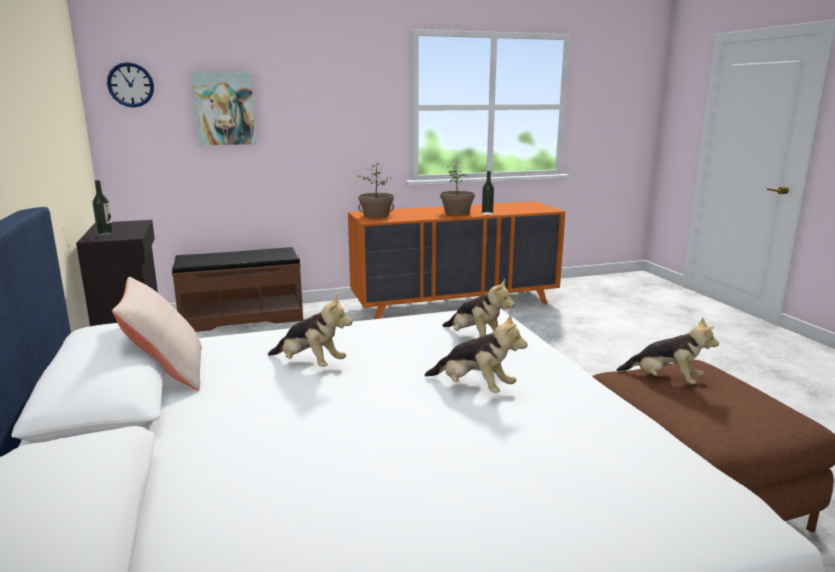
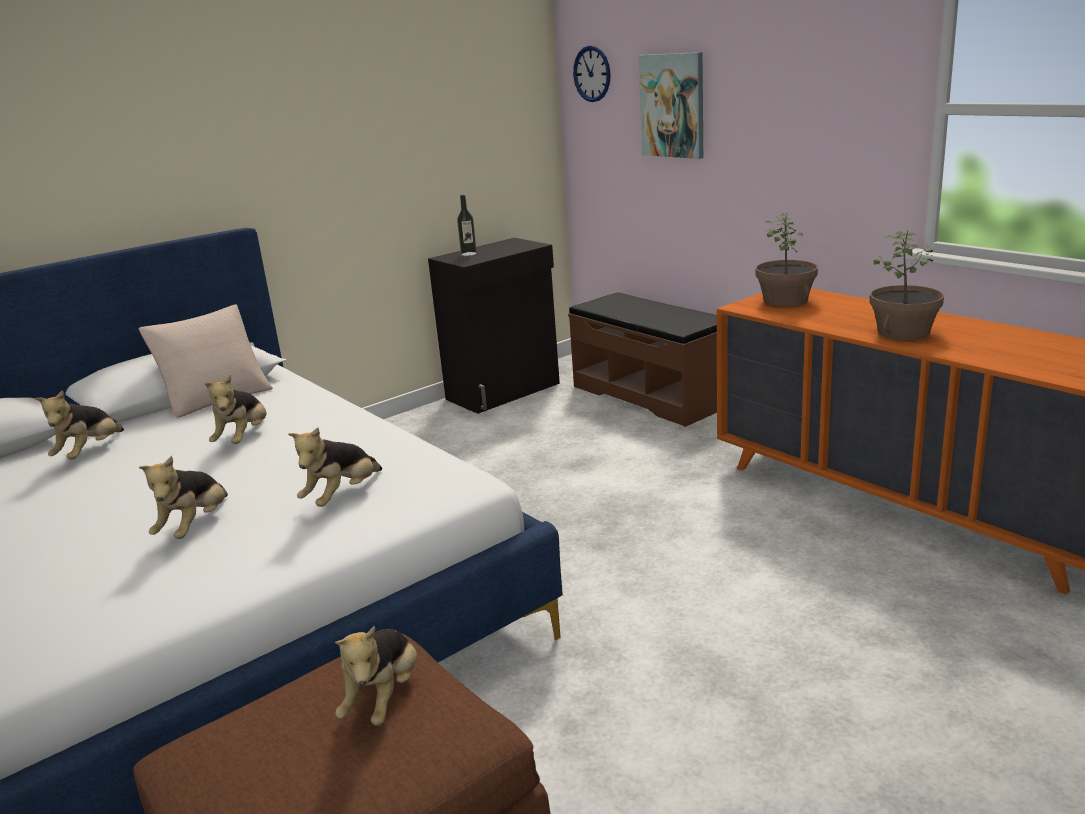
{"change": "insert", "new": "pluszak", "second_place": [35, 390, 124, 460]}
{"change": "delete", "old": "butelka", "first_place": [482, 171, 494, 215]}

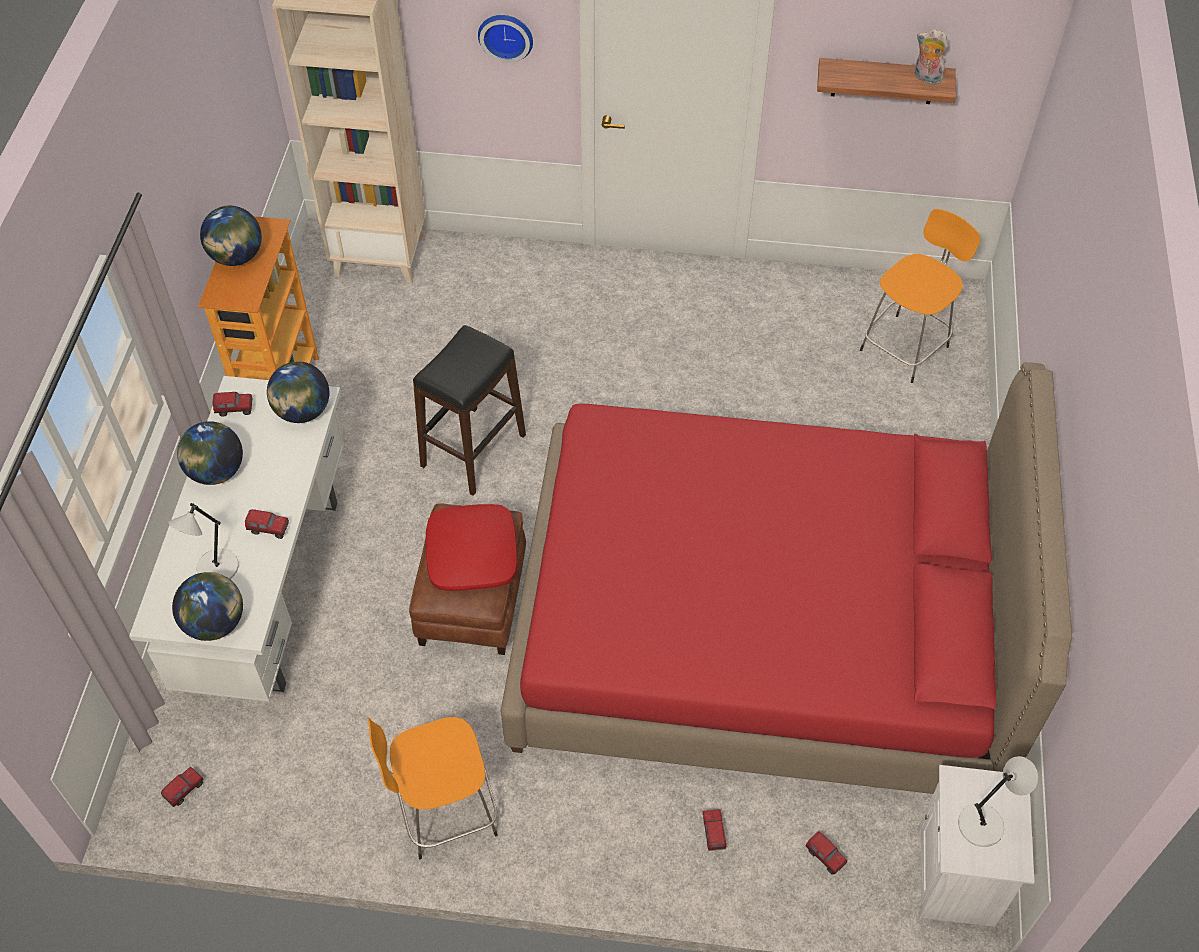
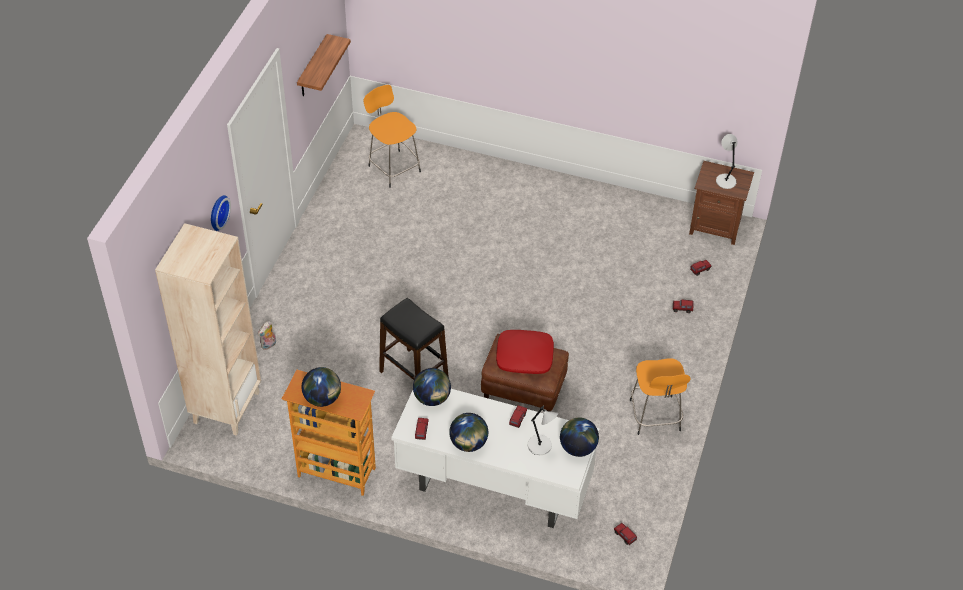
{"change": "move", "old": "pluszak", "first_place": [915, 29, 948, 85], "second_place": [258, 321, 276, 350]}
{"change": "recolor", "old": "szafka nocna [biały]", "new": "szafka nocna [brązowy]", "first_place": [918, 765, 1035, 927], "second_place": [689, 161, 754, 245]}
{"change": "delete", "old": "łóżko [czerwony]", "first_place": [501, 362, 1072, 794]}

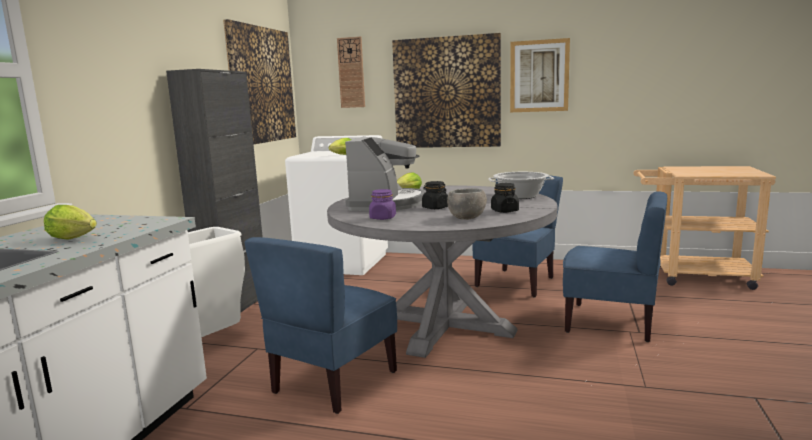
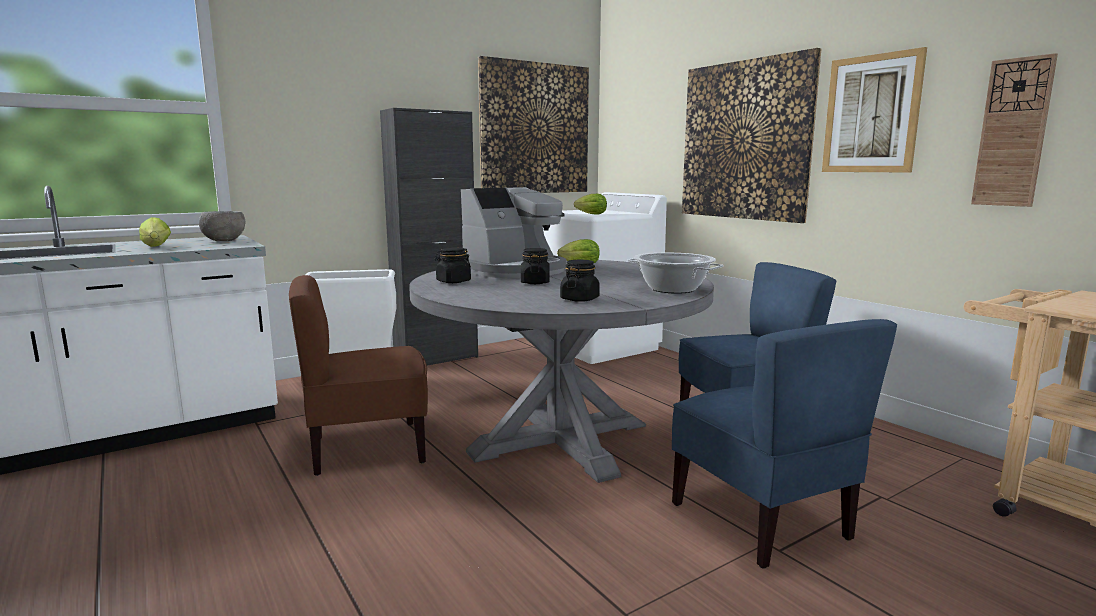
{"change": "move", "old": "miska [szary]", "first_place": [447, 188, 487, 220], "second_place": [199, 211, 245, 241]}
{"change": "recolor", "old": "krzesło [niebieski]", "new": "krzesło [brązowy]", "first_place": [244, 237, 397, 414], "second_place": [289, 275, 428, 476]}
{"change": "recolor", "old": "słoik [fioletowy]", "new": "słoik [czarny]", "first_place": [369, 189, 396, 220], "second_place": [435, 247, 471, 283]}
{"change": "move", "old": "zegar ścienny", "first_place": [337, 37, 365, 108], "second_place": [971, 53, 1058, 207]}

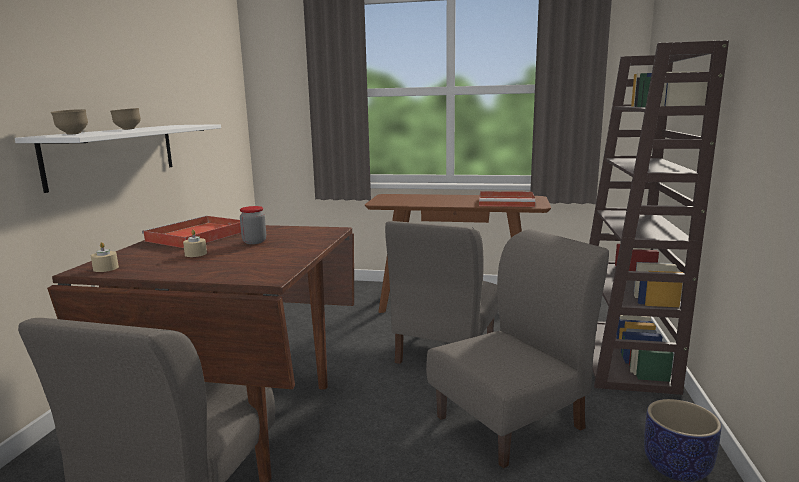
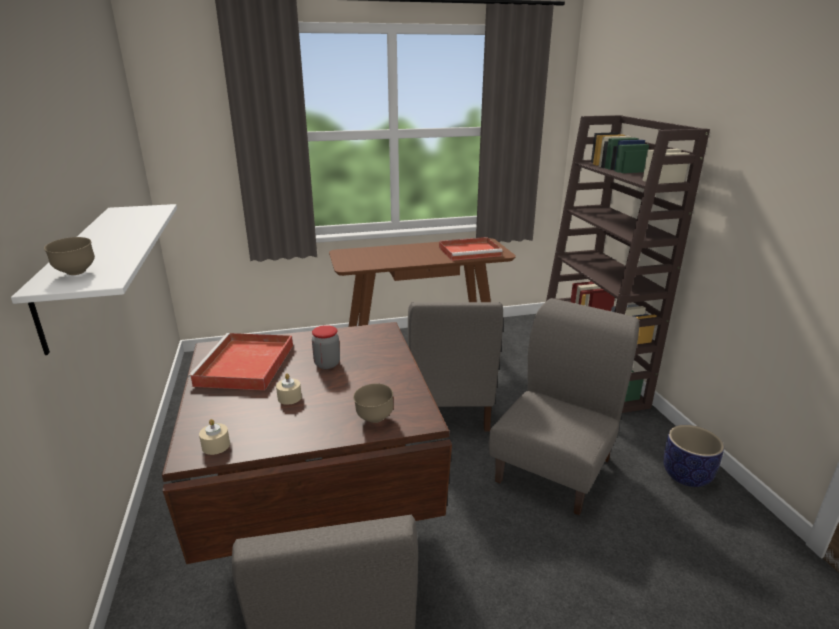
{"change": "move", "old": "miska [brązowy]", "first_place": [110, 108, 141, 130], "second_place": [353, 383, 394, 423]}

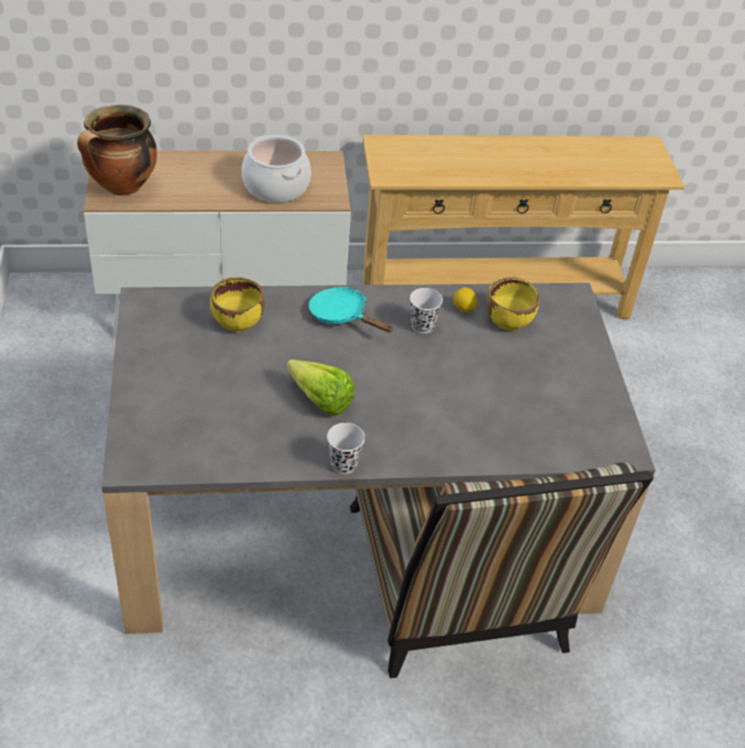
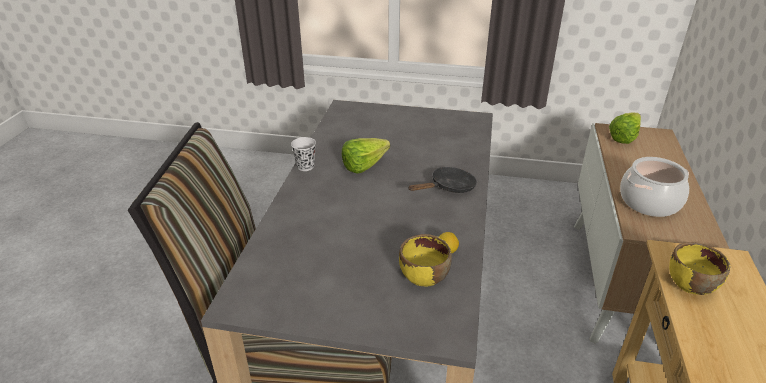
{"change": "recolor", "old": "patelnia [turkusowy]", "new": "patelnia [czarny]", "first_place": [309, 287, 394, 333], "second_place": [408, 167, 477, 193]}
{"change": "replace", "old": "garnek", "new": "sałata", "first_place": [77, 105, 157, 196], "second_place": [609, 112, 641, 144]}
{"change": "move", "old": "miska [żółty]", "first_place": [210, 277, 265, 332], "second_place": [669, 242, 730, 295]}
{"change": "delete", "old": "filiżanka [biały]", "first_place": [410, 288, 443, 334]}

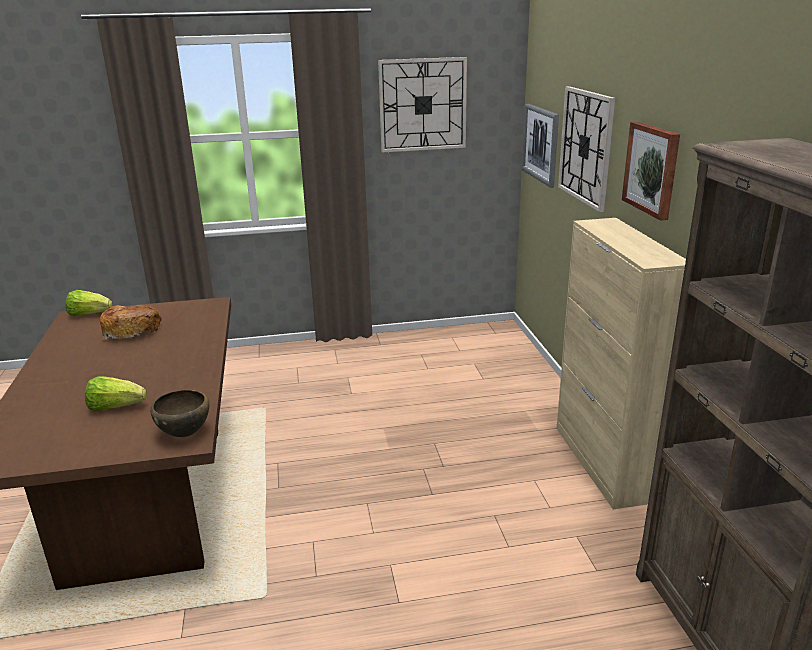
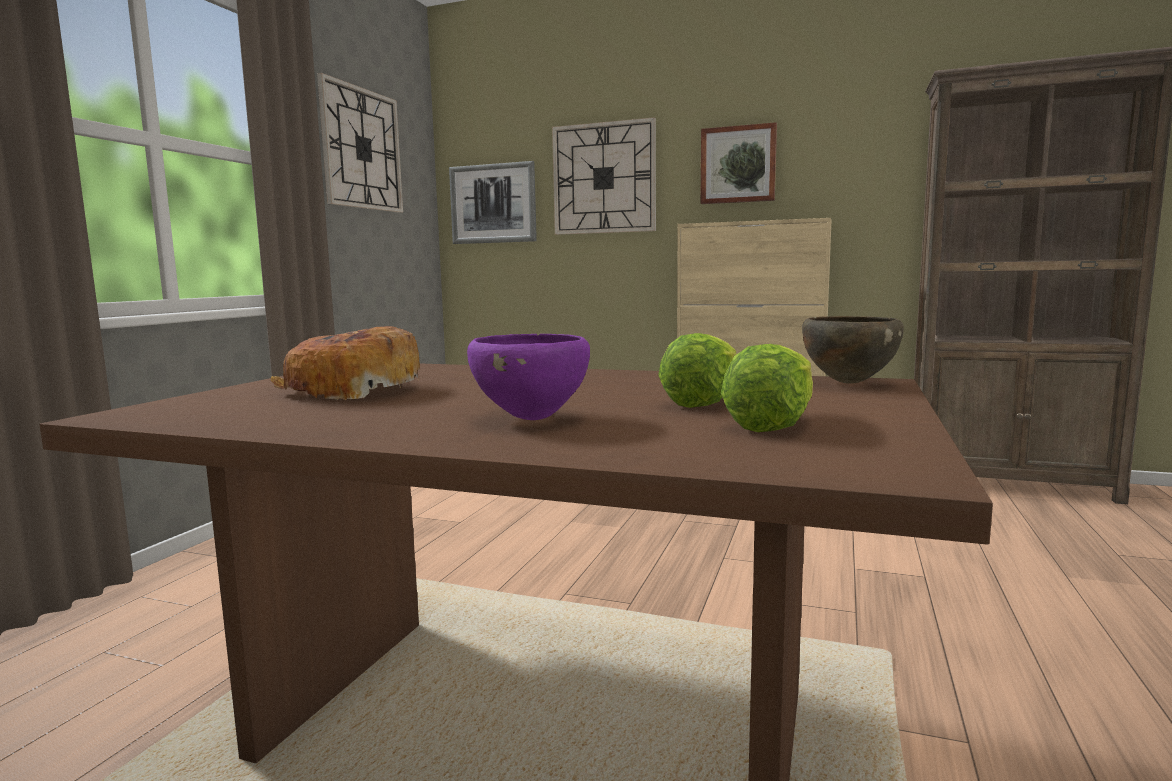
{"change": "insert", "new": "miska [fioletowy]", "second_place": [467, 334, 590, 420]}
{"change": "move", "old": "sałata", "first_place": [65, 290, 112, 316], "second_place": [721, 344, 813, 432]}

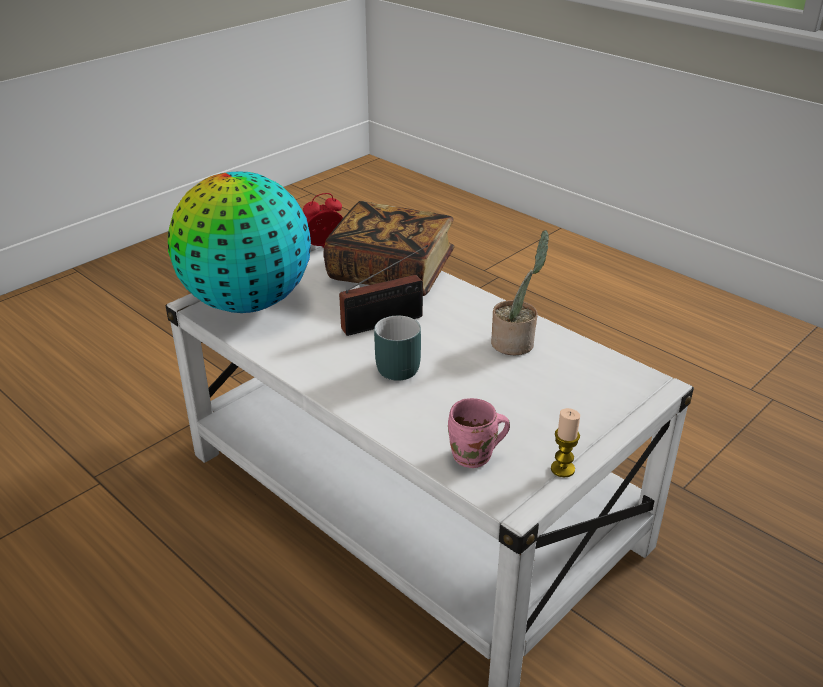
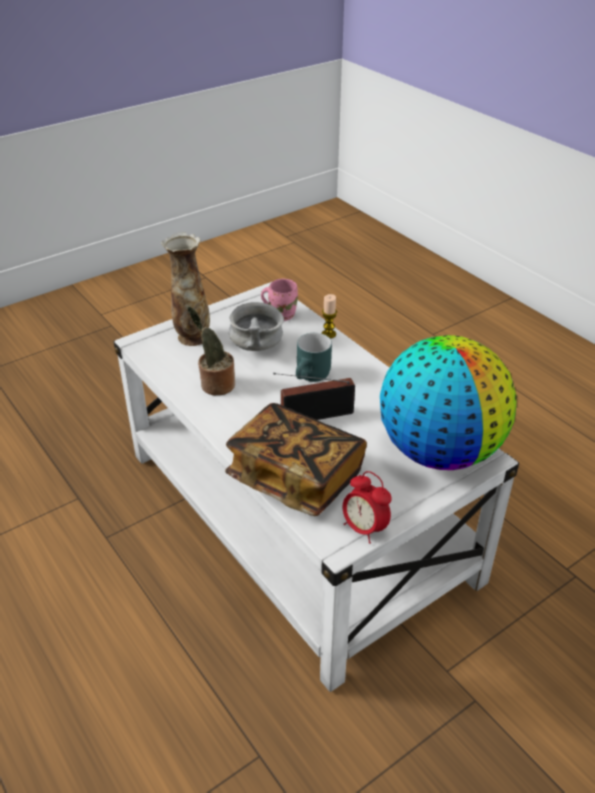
{"change": "insert", "new": "wazon", "second_place": [161, 232, 210, 346]}
{"change": "insert", "new": "miska [szary]", "second_place": [229, 302, 284, 351]}
{"change": "move", "old": "świeca", "first_place": [551, 408, 580, 478], "second_place": [322, 294, 337, 339]}
{"change": "rotate", "old": "budzik", "first_place": [303, 193, 343, 248], "second_place": [343, 471, 392, 544], "degrees": 60}

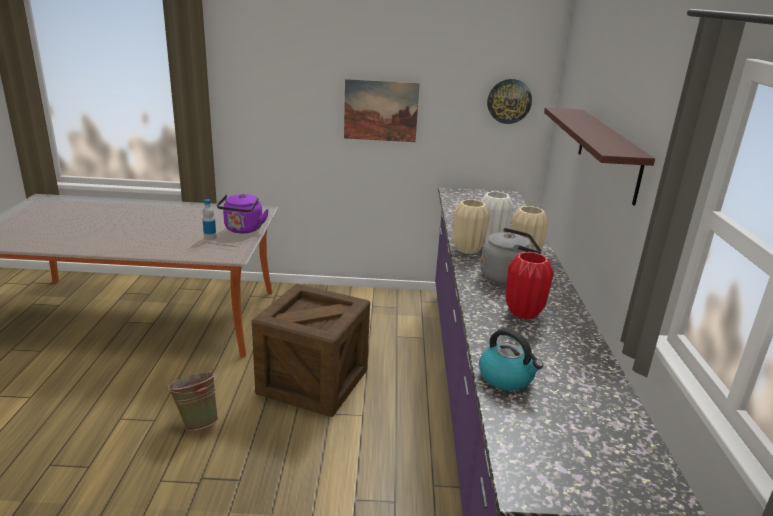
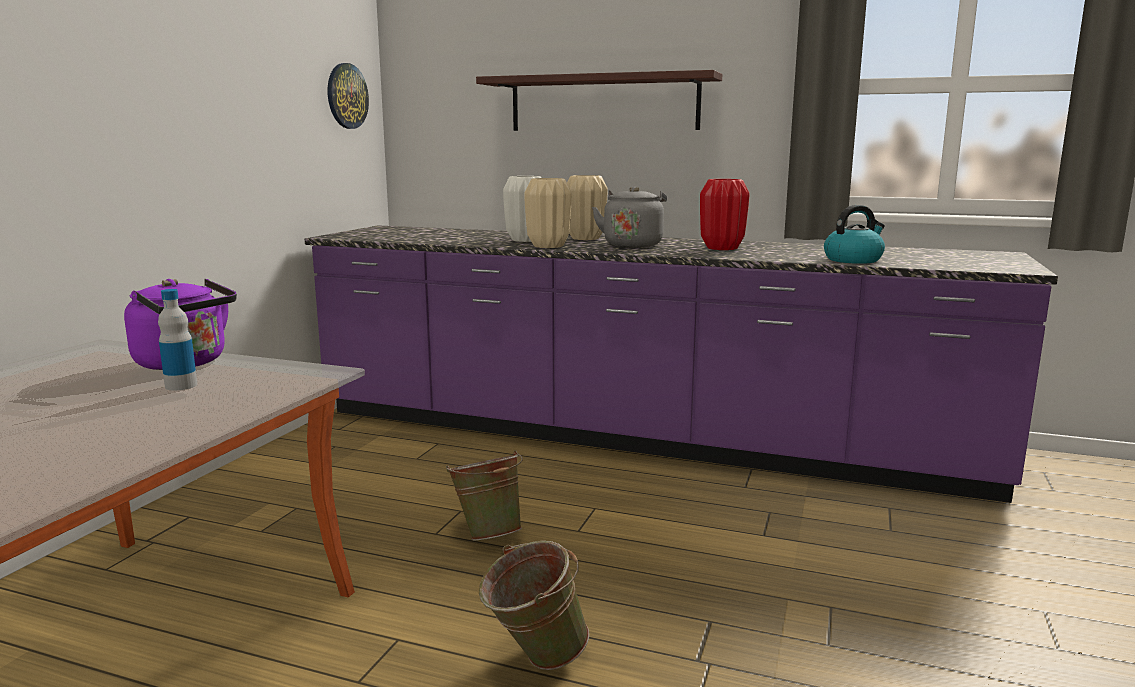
{"change": "replace", "old": "skrzynka", "new": "wiadro [zielony]", "first_place": [252, 284, 370, 417], "second_place": [446, 450, 523, 540]}
{"change": "delete", "old": "obraz", "first_place": [344, 79, 420, 142]}

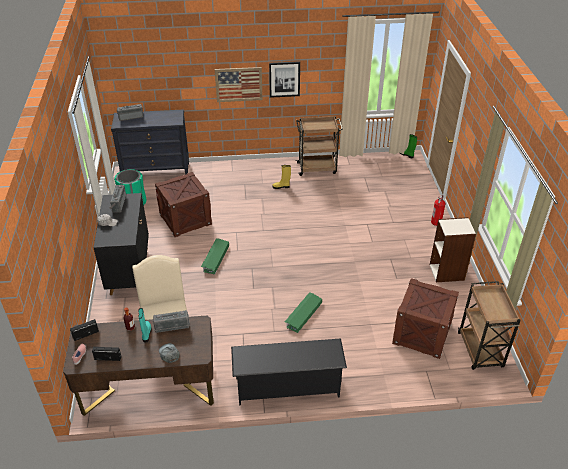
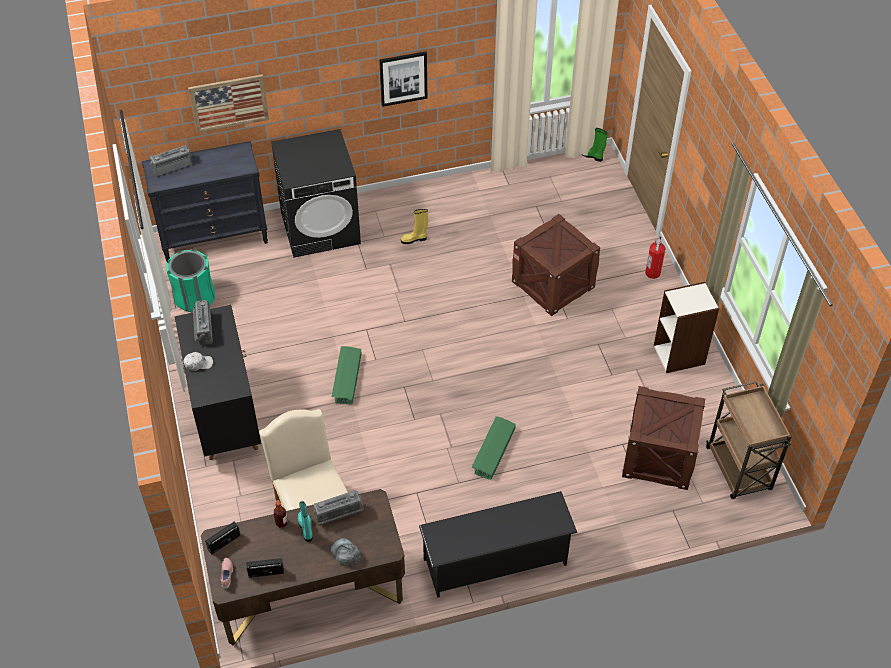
{"change": "move", "old": "obraz", "first_place": [215, 67, 262, 102], "second_place": [188, 74, 269, 133]}
{"change": "insert", "new": "pralka [czarny]", "second_place": [271, 129, 361, 258]}
{"change": "move", "old": "skrzynka", "first_place": [155, 172, 212, 237], "second_place": [512, 214, 600, 316]}
{"change": "delete", "old": "wózek [brązowy]", "first_place": [296, 116, 343, 176]}

